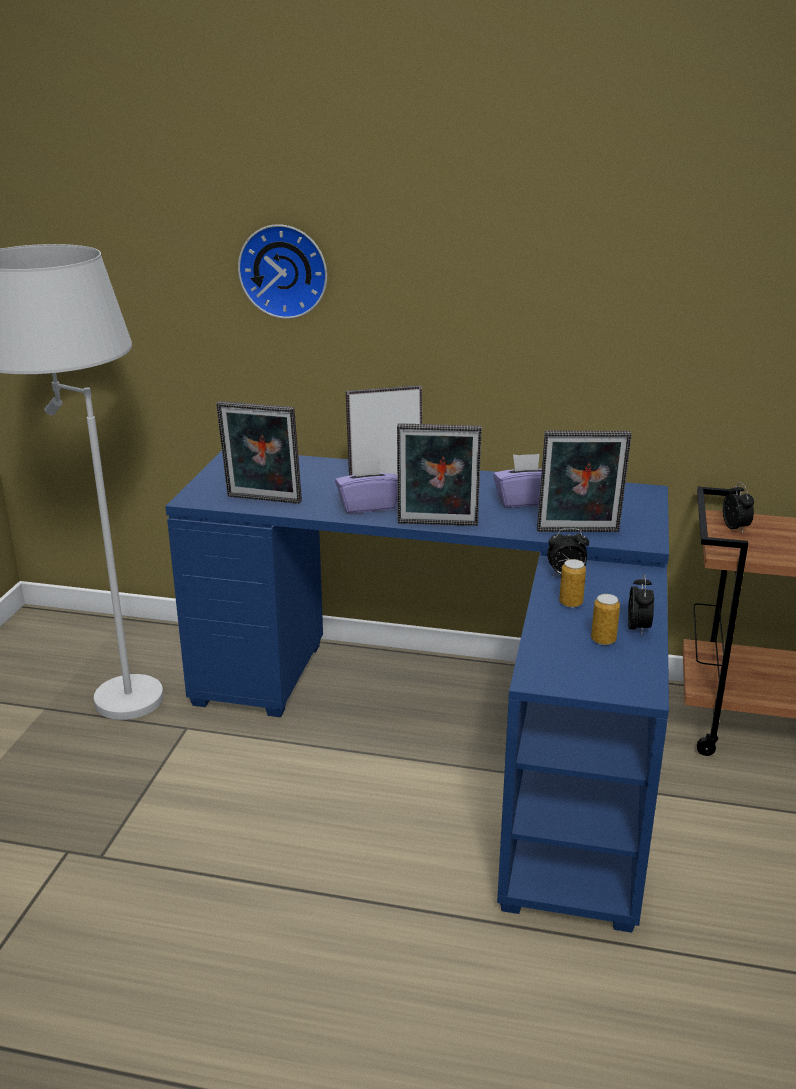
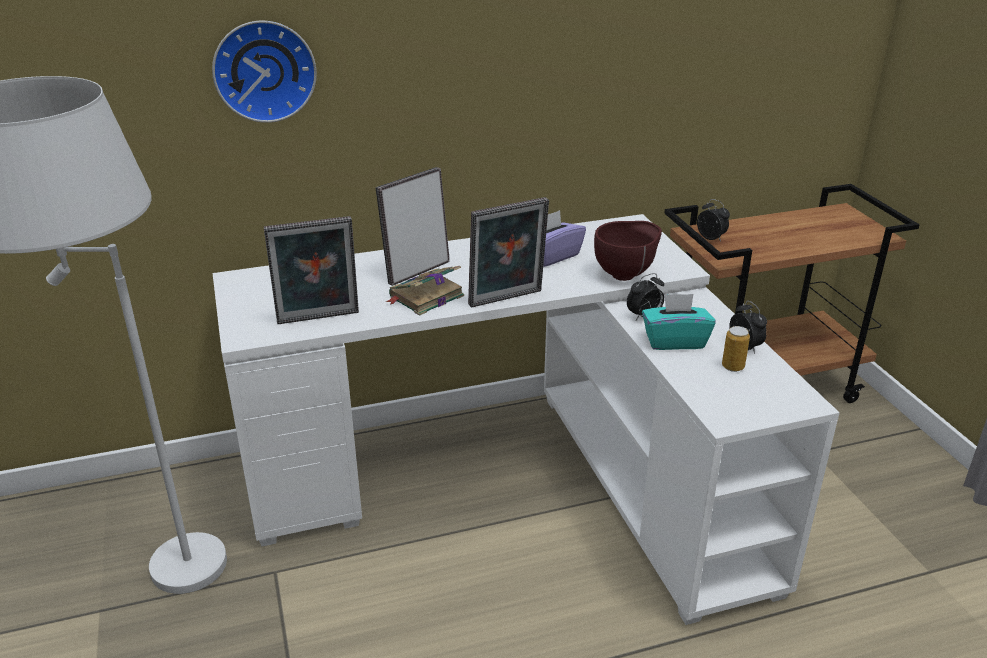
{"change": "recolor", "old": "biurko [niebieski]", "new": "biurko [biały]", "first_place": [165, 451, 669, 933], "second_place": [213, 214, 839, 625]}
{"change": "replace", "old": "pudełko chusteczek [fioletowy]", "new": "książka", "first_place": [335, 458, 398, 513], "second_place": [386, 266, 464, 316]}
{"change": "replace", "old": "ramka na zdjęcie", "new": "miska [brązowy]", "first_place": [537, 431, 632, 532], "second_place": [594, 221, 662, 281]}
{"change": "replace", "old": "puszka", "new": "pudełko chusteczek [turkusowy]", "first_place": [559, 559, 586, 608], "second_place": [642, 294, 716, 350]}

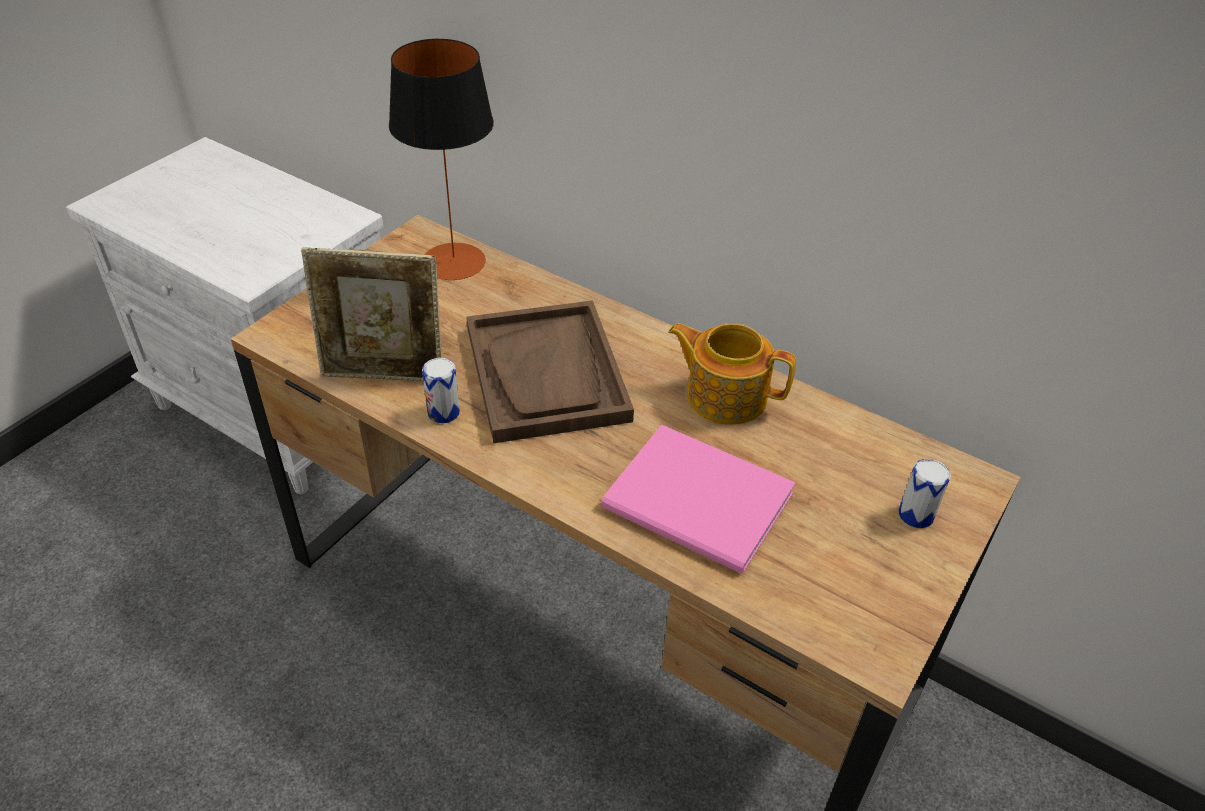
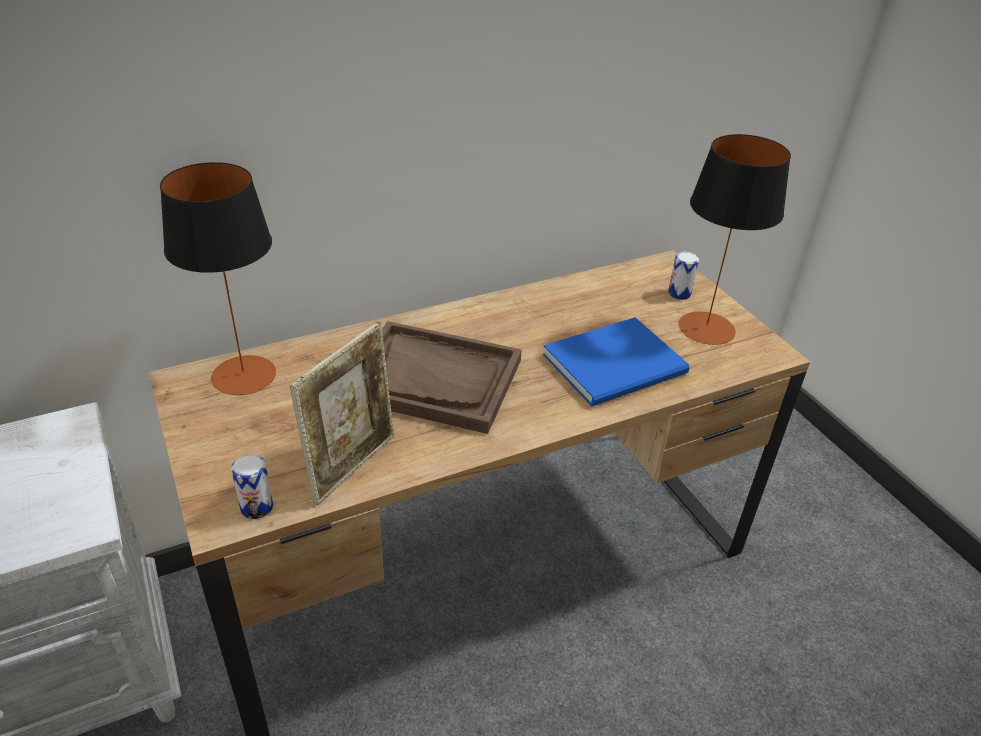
{"change": "move", "old": "puszka", "first_place": [422, 358, 460, 423], "second_place": [231, 454, 273, 519]}
{"change": "recolor", "old": "książka [różowy]", "new": "książka [niebieski]", "first_place": [601, 424, 796, 574], "second_place": [543, 317, 690, 406]}
{"change": "insert", "new": "lampa stołowa", "second_place": [678, 134, 791, 345]}
{"change": "delete", "old": "imbryk", "first_place": [668, 323, 796, 425]}

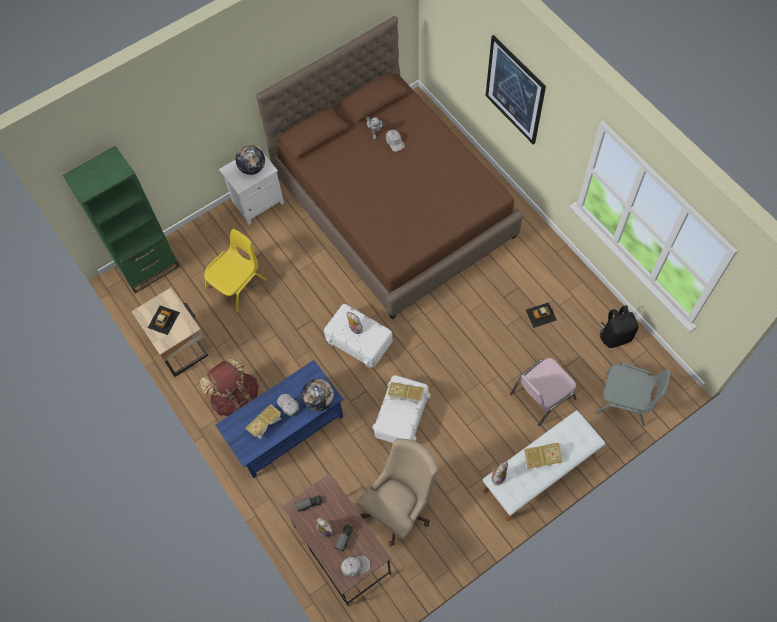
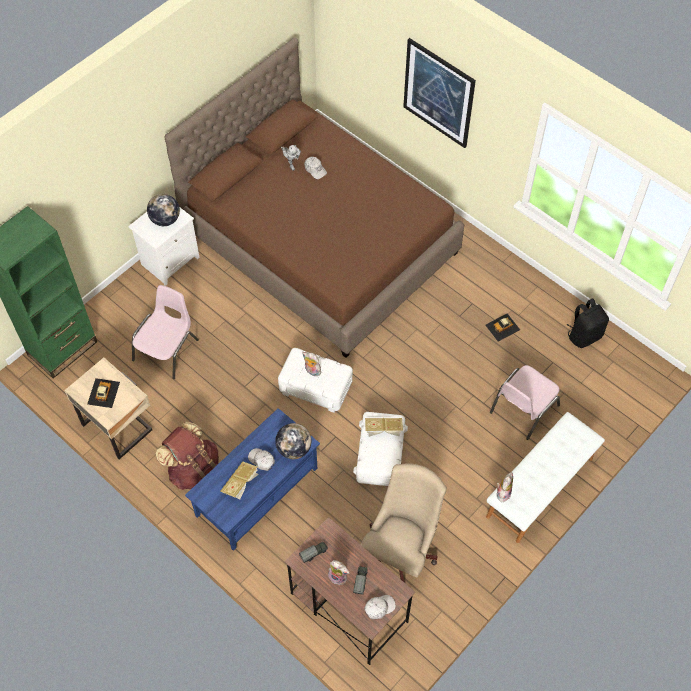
{"change": "recolor", "old": "krzesło [żółty]", "new": "krzesło [różowy]", "first_place": [204, 229, 266, 313], "second_place": [132, 285, 199, 380]}
{"change": "delete", "old": "książka", "first_place": [524, 443, 562, 469]}
{"change": "delete", "old": "krzesło [szary]", "first_place": [595, 363, 671, 427]}

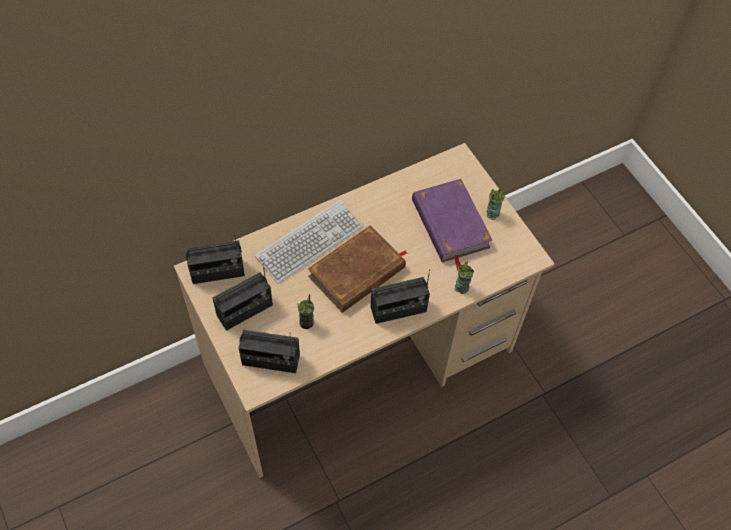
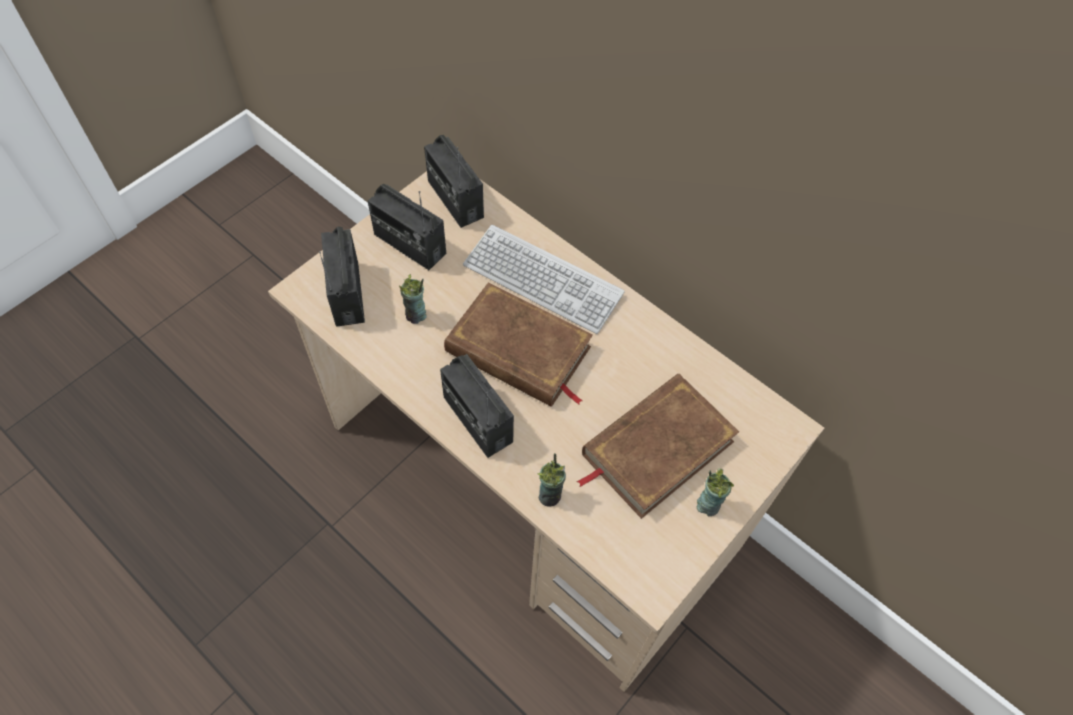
{"change": "recolor", "old": "książka [fioletowy]", "new": "książka [brązowy]", "first_place": [412, 179, 492, 271], "second_place": [576, 374, 739, 519]}

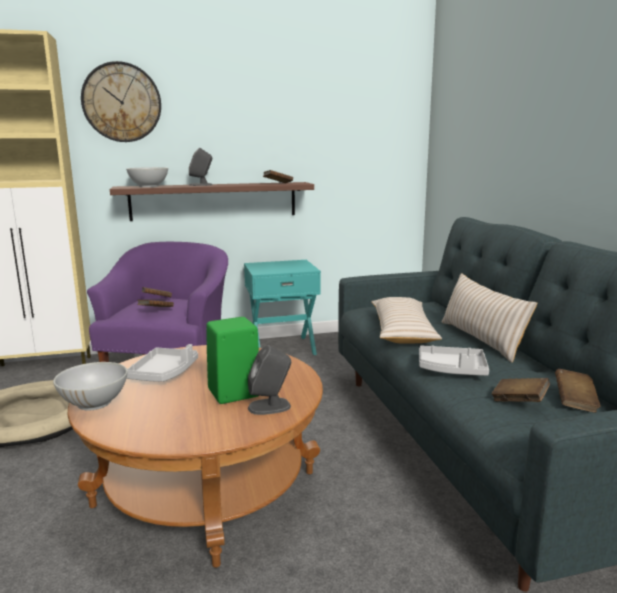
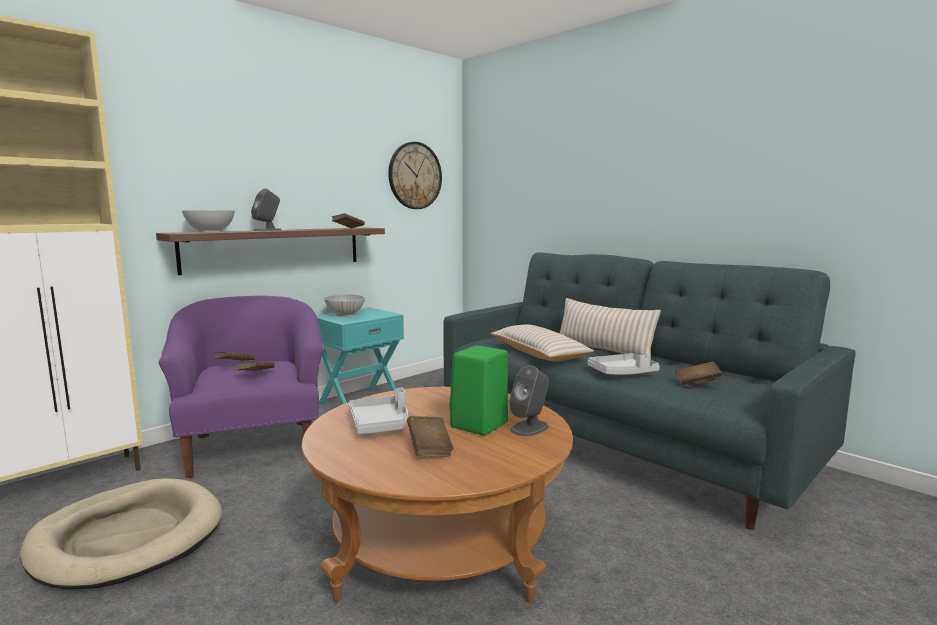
{"change": "move", "old": "miska [biały]", "first_place": [53, 362, 128, 410], "second_place": [324, 295, 365, 317]}
{"change": "move", "old": "zegar ścienny", "first_place": [81, 61, 161, 142], "second_place": [388, 142, 442, 209]}
{"change": "move", "old": "książka [brązowy]", "first_place": [555, 369, 601, 412], "second_place": [407, 416, 453, 457]}

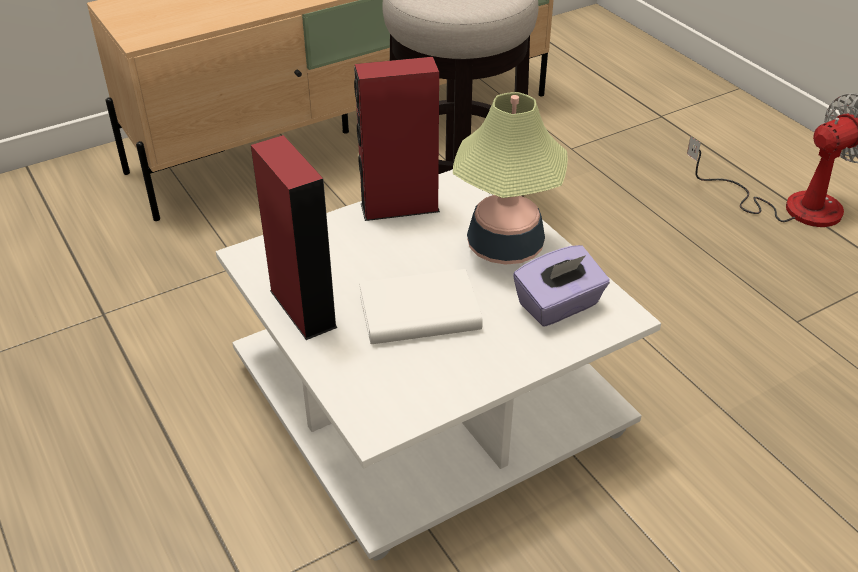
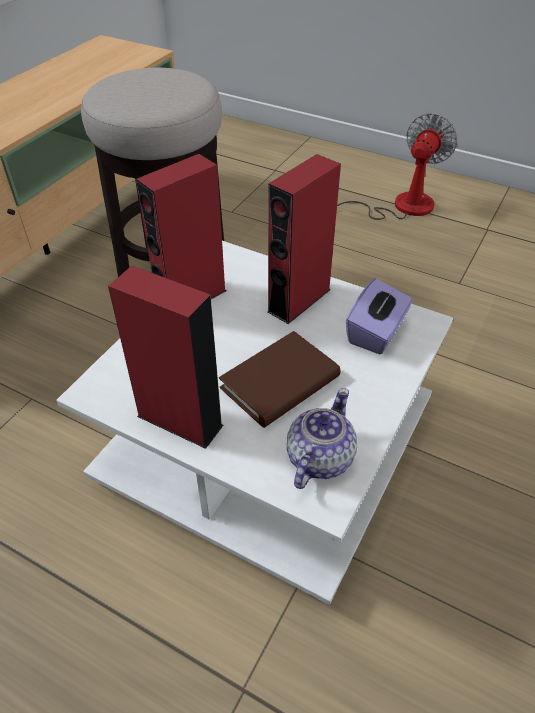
{"change": "recolor", "old": "książka [biały]", "new": "książka [brązowy]", "first_place": [359, 269, 483, 344], "second_place": [219, 331, 341, 428]}
{"change": "replace", "old": "lampa stołowa", "new": "głośnik [czerwony]", "first_place": [453, 92, 568, 265], "second_place": [267, 154, 341, 324]}
{"change": "insert", "new": "imbryk", "second_place": [287, 388, 357, 489]}

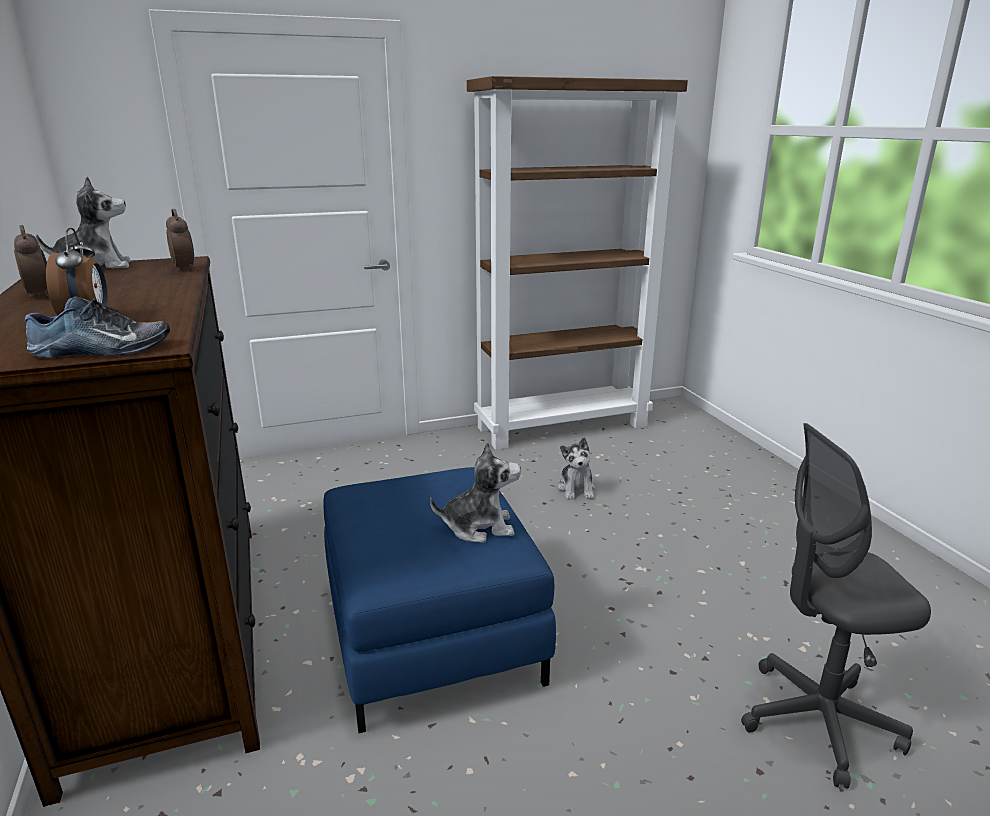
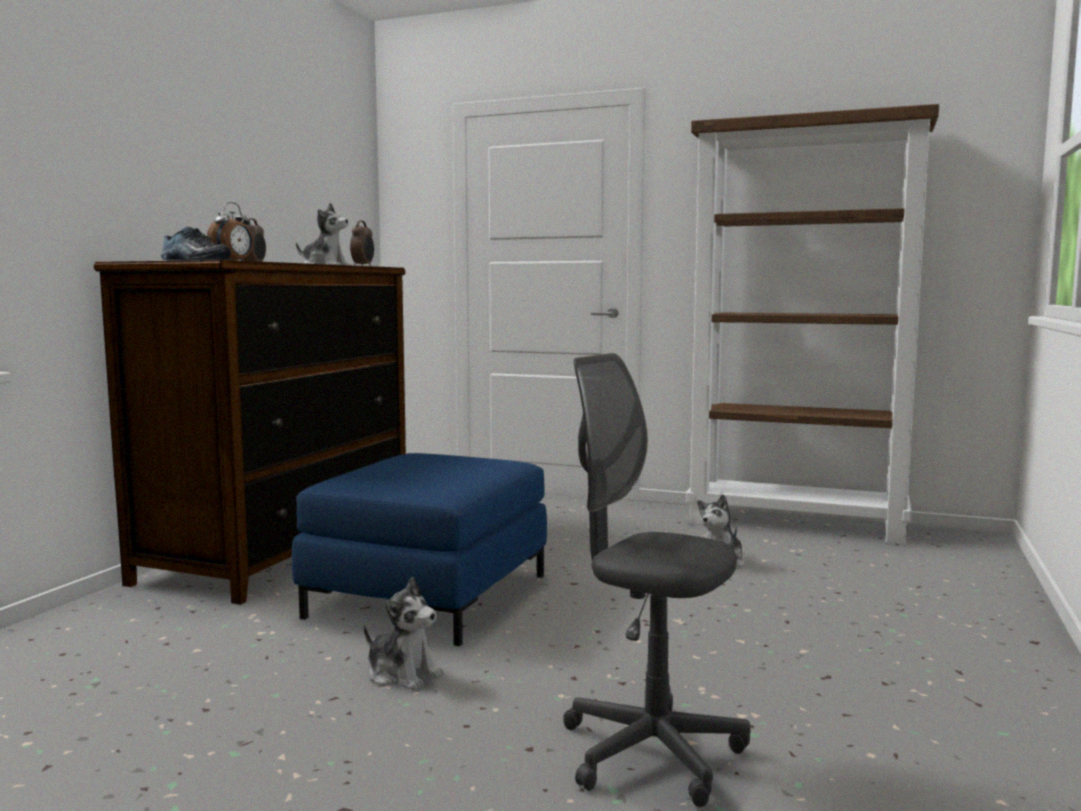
{"change": "move", "old": "pluszak", "first_place": [430, 441, 521, 543], "second_place": [363, 577, 444, 691]}

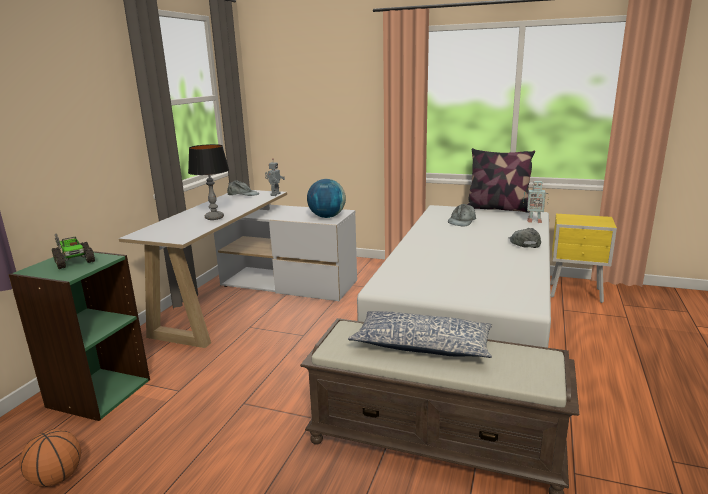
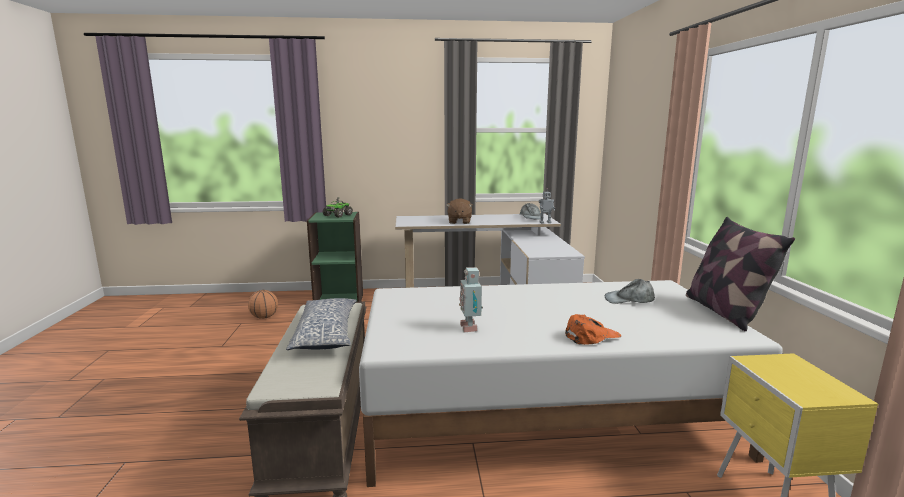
{"change": "replace", "old": "lampa stołowa", "new": "pluszak [brązowy]", "first_place": [188, 144, 229, 220], "second_place": [446, 198, 473, 224]}
{"change": "move", "old": "robot zabawkowy", "first_place": [523, 181, 549, 223], "second_place": [459, 267, 483, 332]}
{"change": "recolor", "old": "czapka z daszkiem [szary]", "new": "czapka z daszkiem [pomarańczowy]", "first_place": [509, 228, 541, 248], "second_place": [565, 314, 621, 345]}
{"change": "delete", "old": "globus", "first_place": [307, 179, 346, 218]}

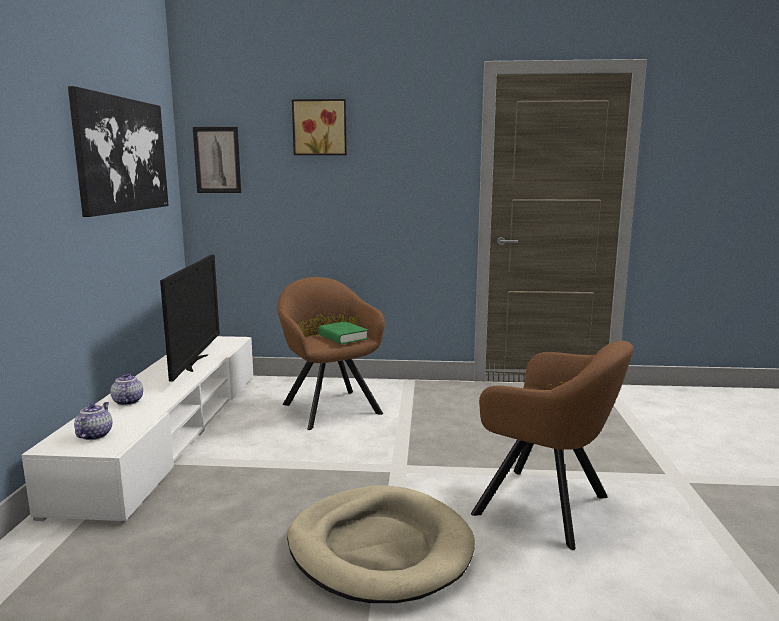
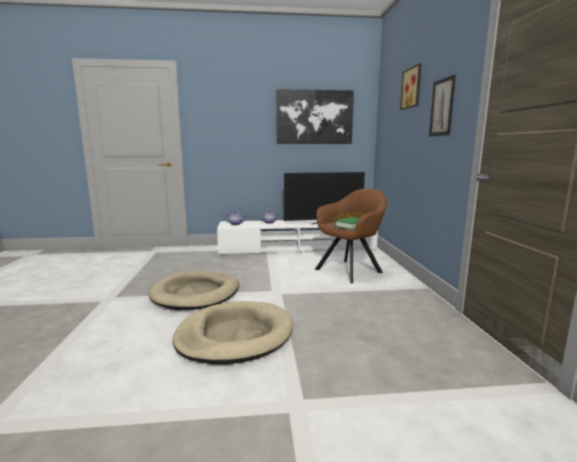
{"change": "replace", "old": "fotel [brązowy]", "new": "legowisko [beżowy]", "first_place": [471, 341, 634, 550], "second_place": [173, 301, 293, 365]}
{"change": "move", "old": "obraz", "first_place": [193, 127, 241, 193], "second_place": [429, 75, 456, 136]}

